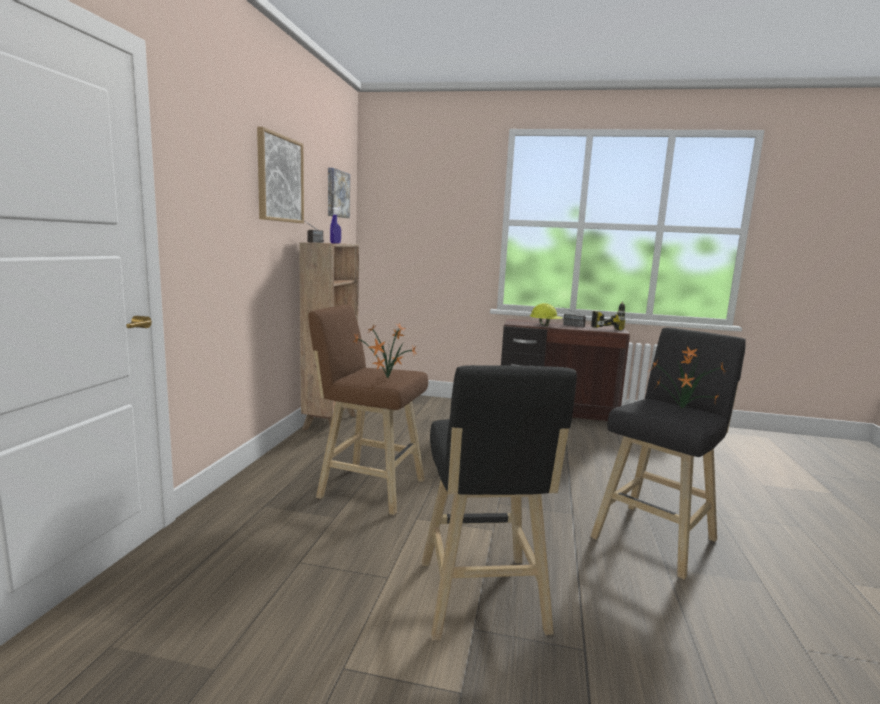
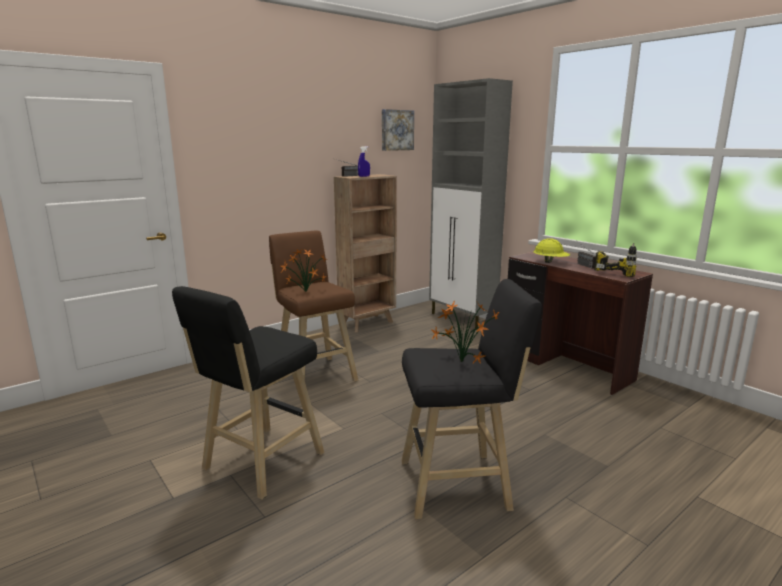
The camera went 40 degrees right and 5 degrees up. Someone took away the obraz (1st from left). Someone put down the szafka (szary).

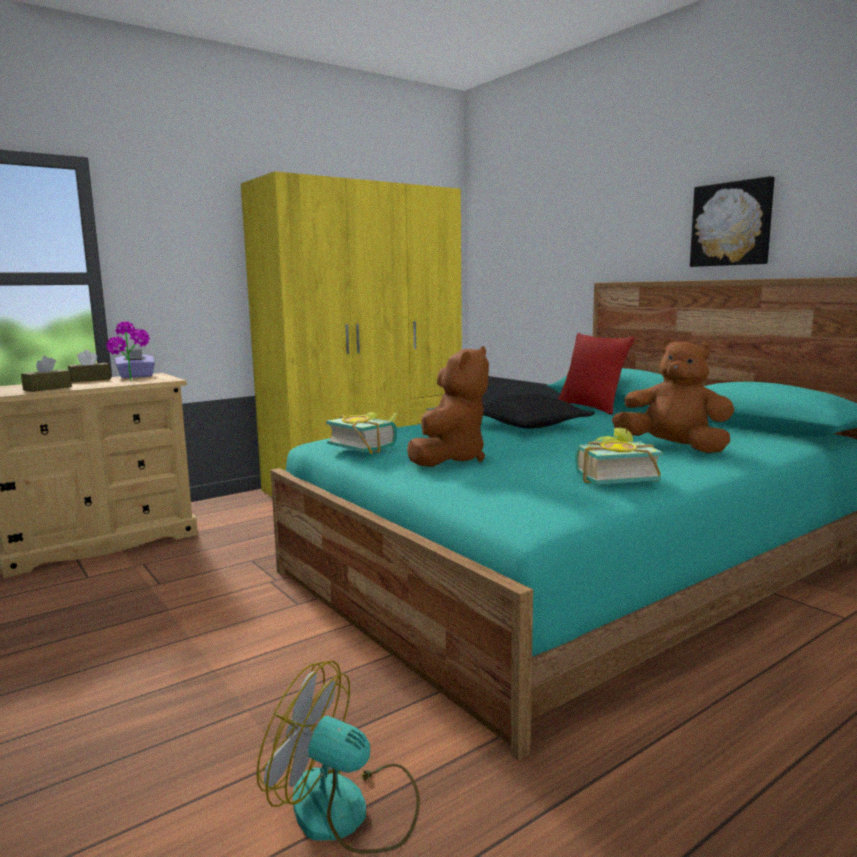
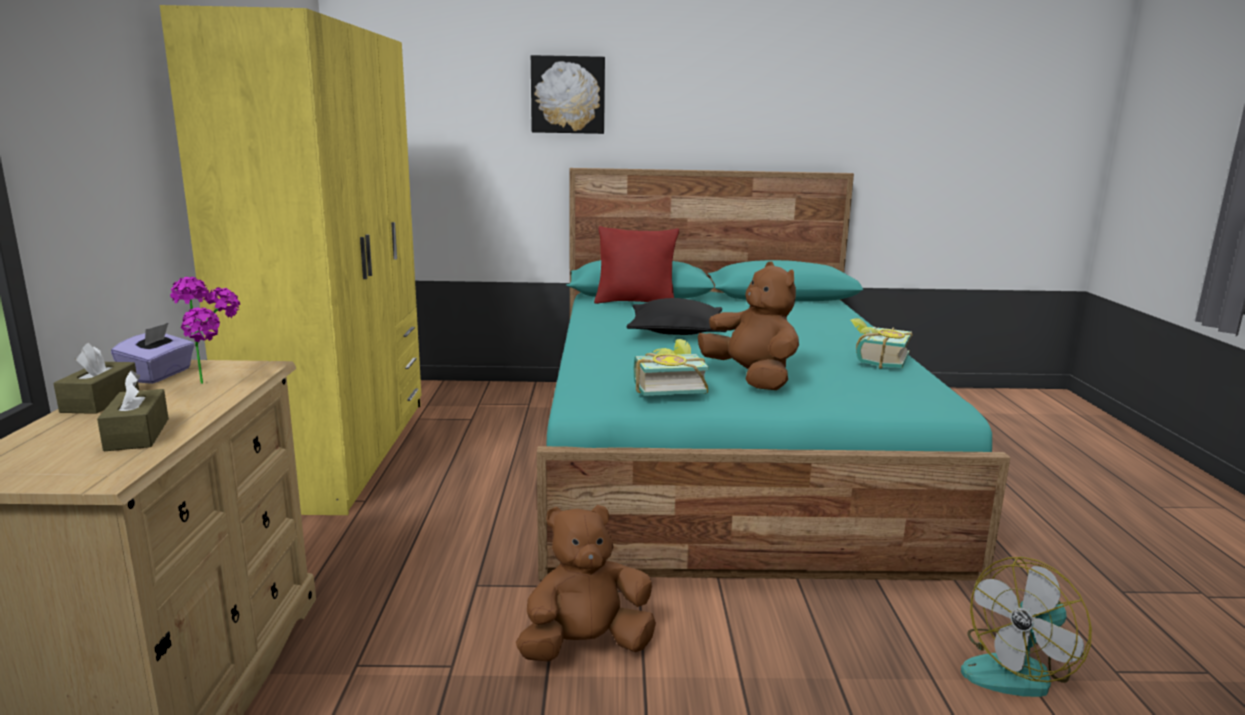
The camera went 55 degrees left and 5 degrees up. Someone carried the obraz. Someone carried the pluszak (brązowy) (2nd from left in the first image).

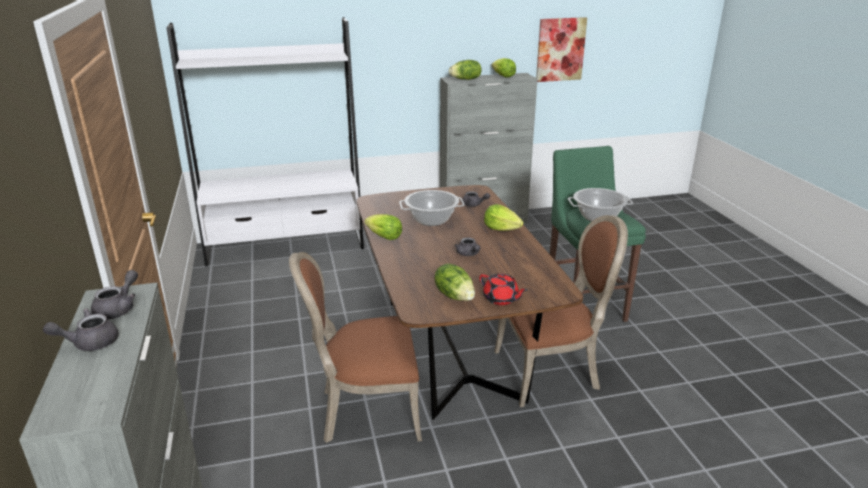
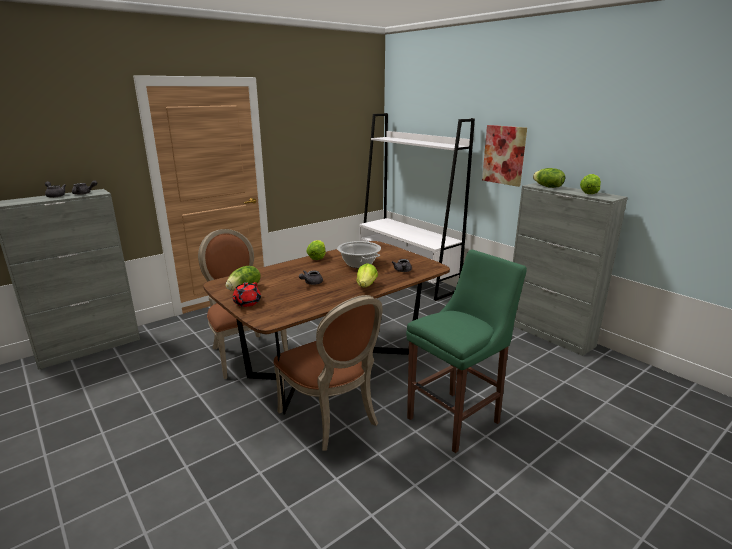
The camera went 65 degrees right and 5 degrees down. Someone carried the obraz. Someone took away the garnek (2nd from left).

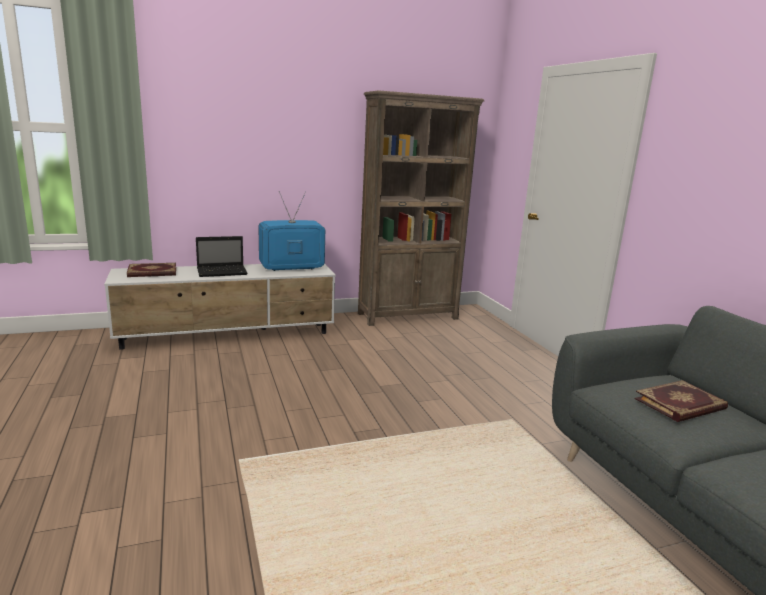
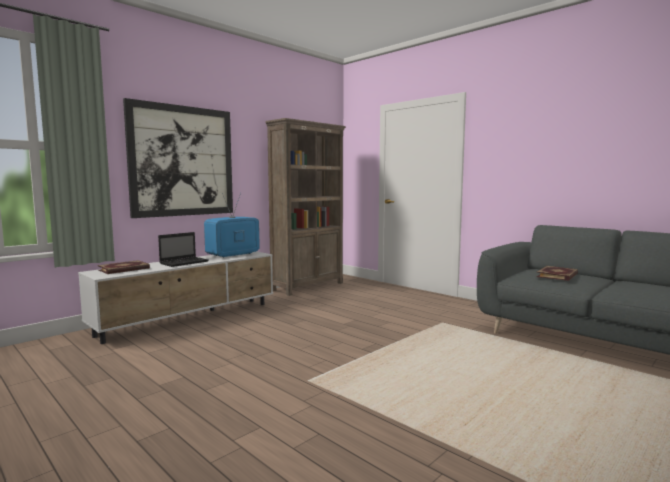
The camera went 25 degrees left and 10 degrees down. Someone put up the obraz.

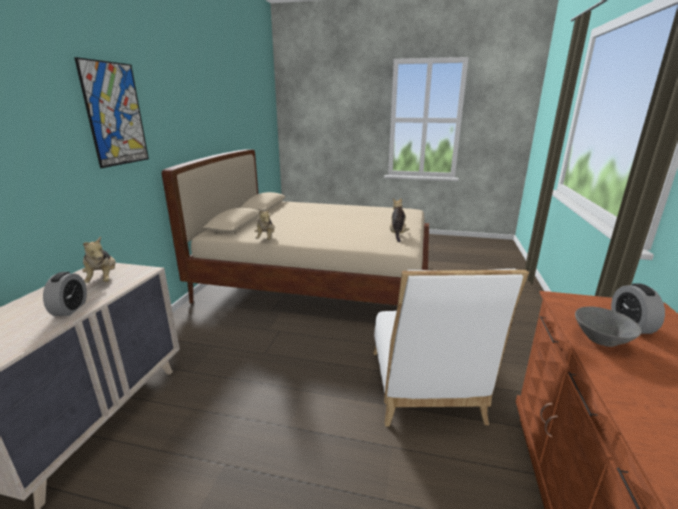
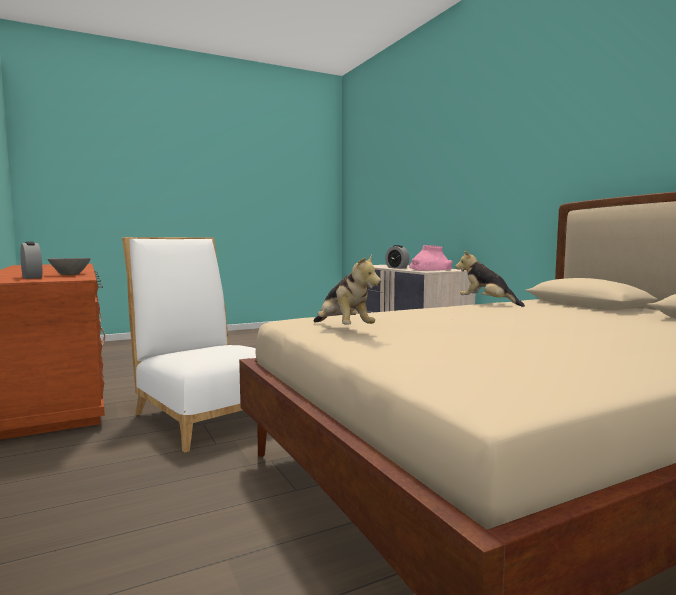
The camera went 140 degrees right and 15 degrees down. Someone took away the obraz. Someone swapped the pluszak (1st from left) for the wazon (różowy).

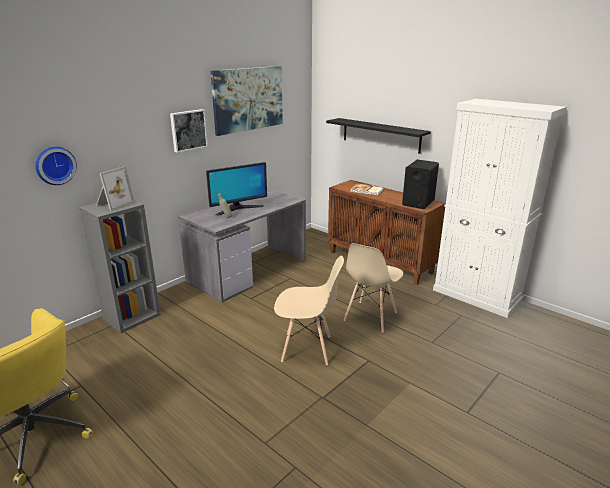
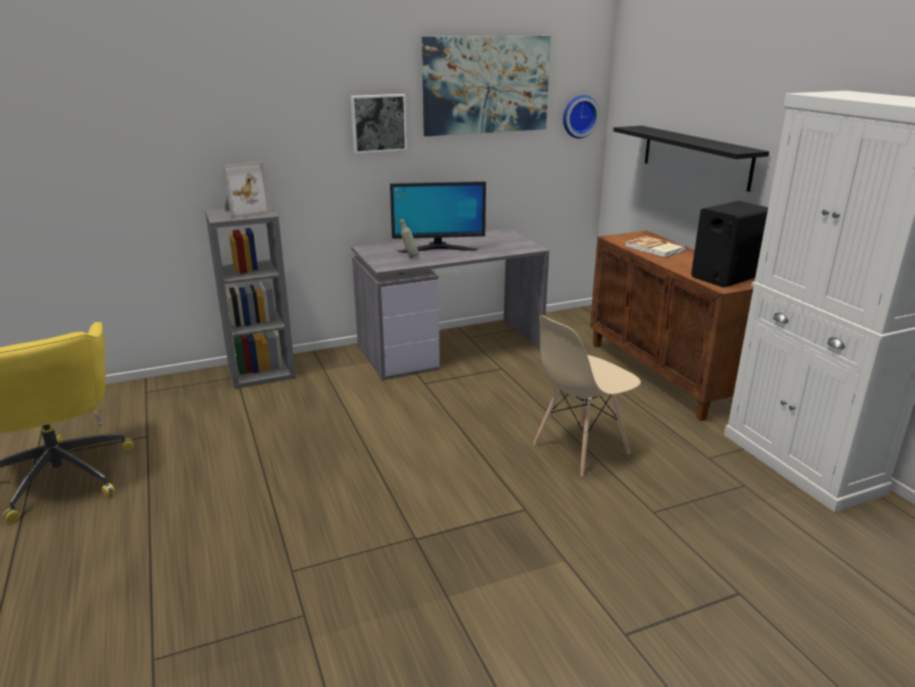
The camera went 25 degrees right and 0 degrees up. Someone carried the zegar ścienny. Someone took away the krzesło (beżowy) (1st from left).

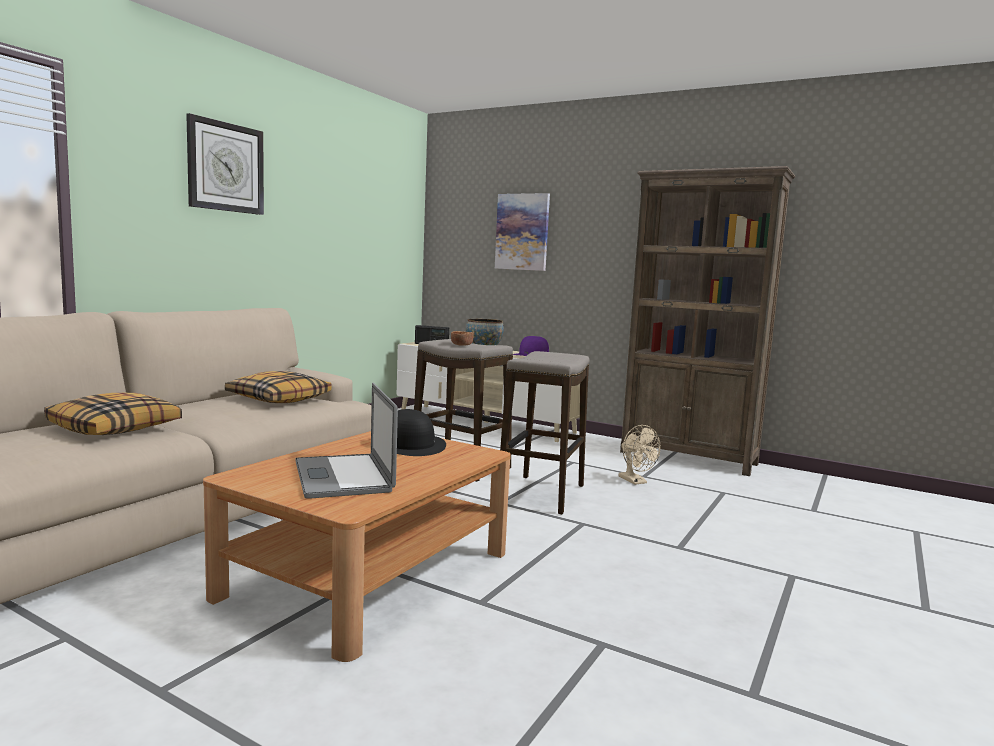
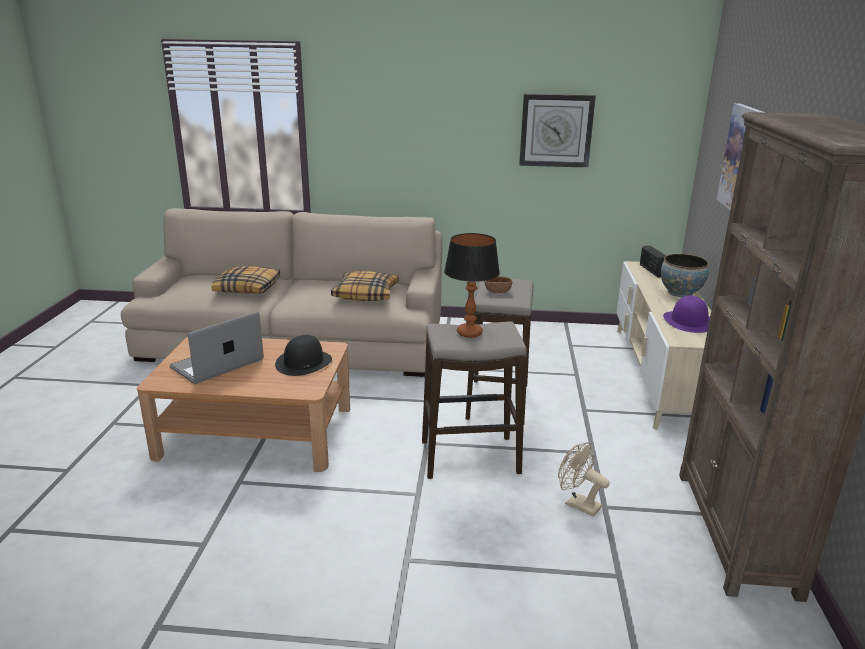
The camera went 65 degrees right and 15 degrees up. Someone carried the zegar ścienny. Someone rotated the wentylator (beżowy) by 90 degrees clockwise. Someone put down the lampa stołowa.

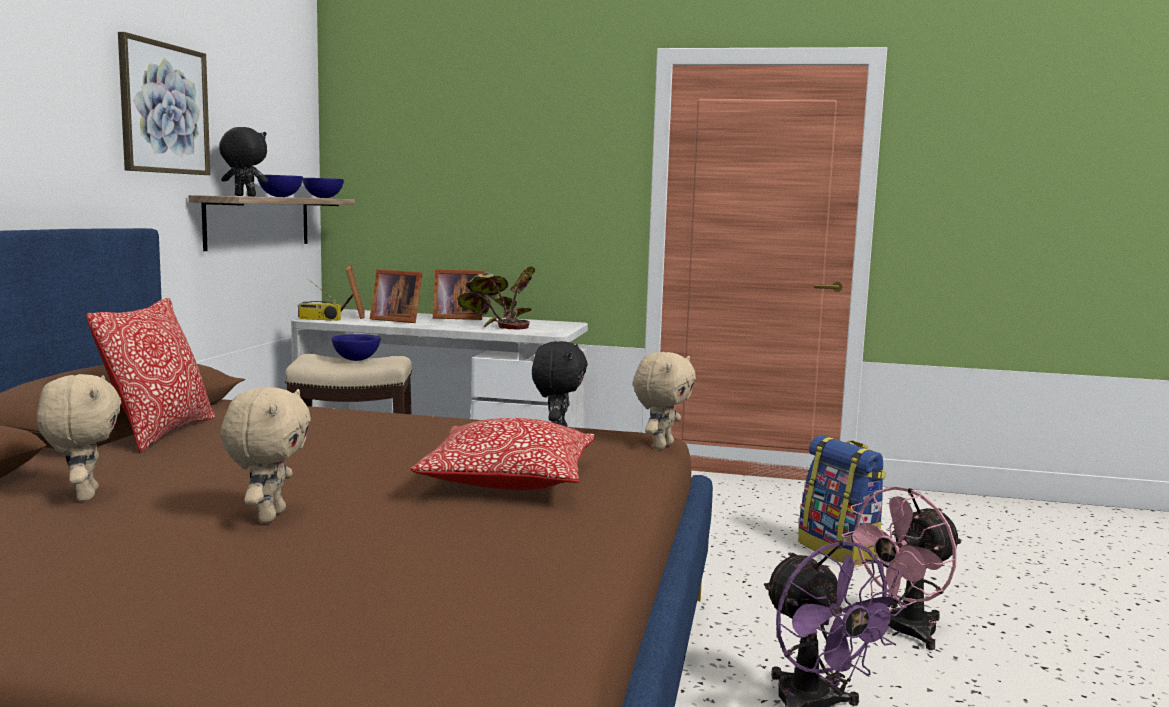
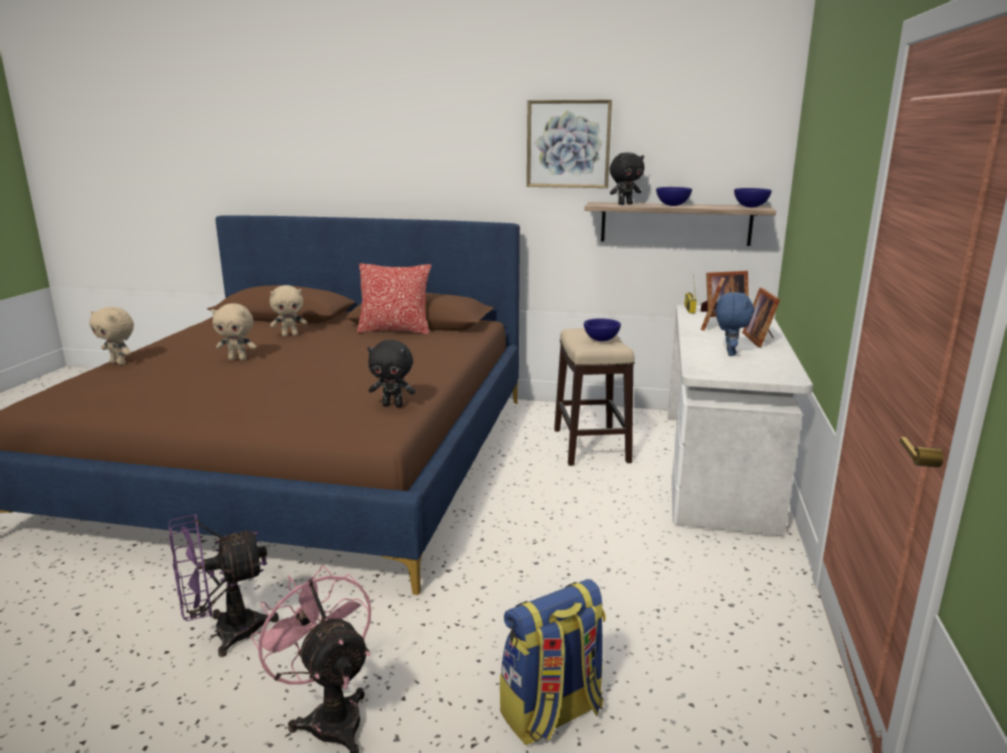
The camera went 90 degrees right and 10 degrees up. Someone rotated the pluszak (czarny) (1st from left in the first image) by 60 degrees clockwise. Someone swapped the roślina doniczkowa for the pluszak (niebieski). Someone carried the pluszak (beżowy) (3rd from left in the first image). Someone took away the poduszka (2nd from left).

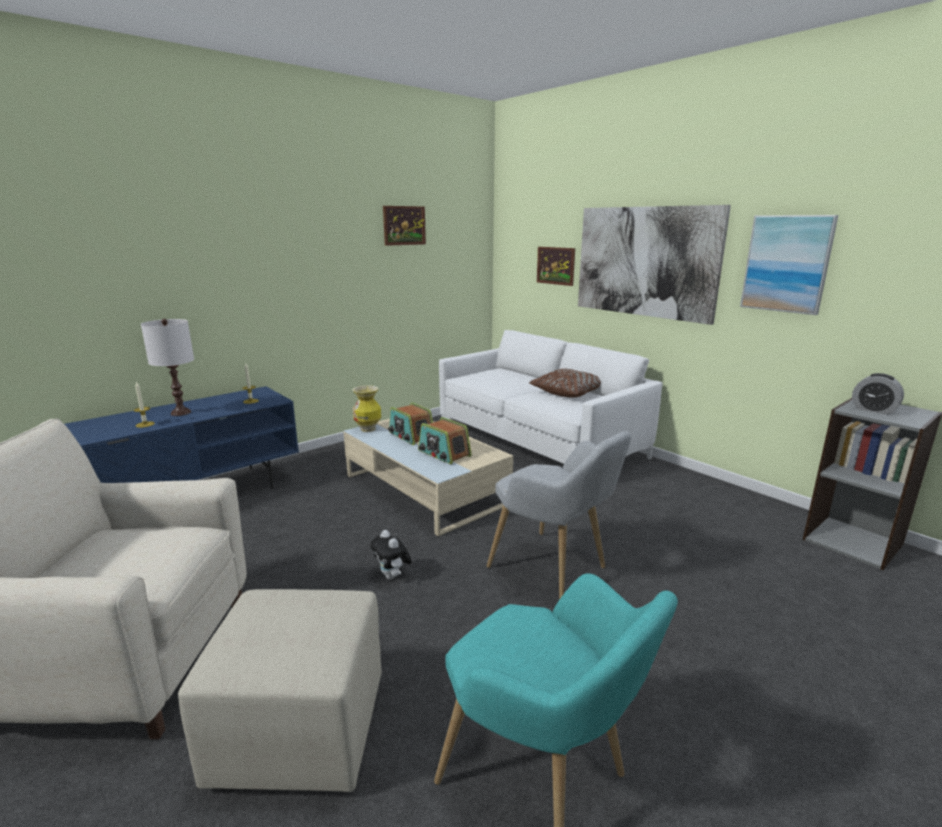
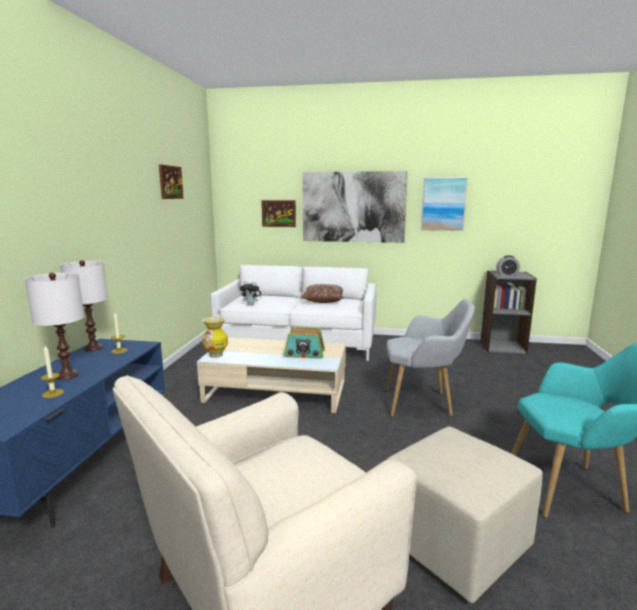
The camera went 40 degrees left and 5 degrees down. Someone took away the radio (1st from left). Someone carried the pluszak. Someone put down the lampa stołowa (biały) (2nd from left).

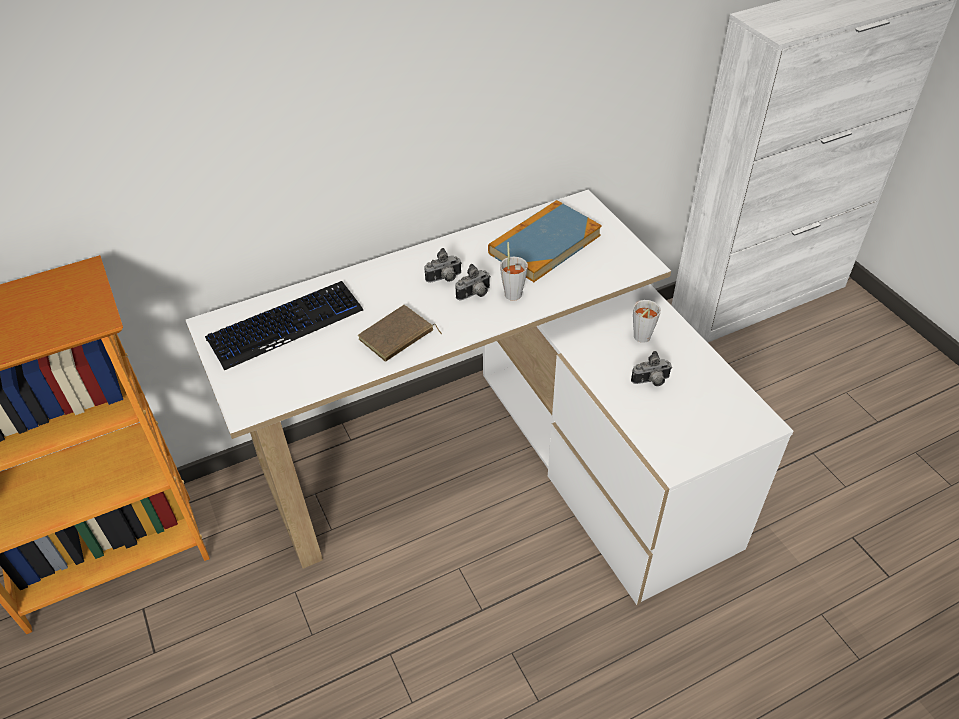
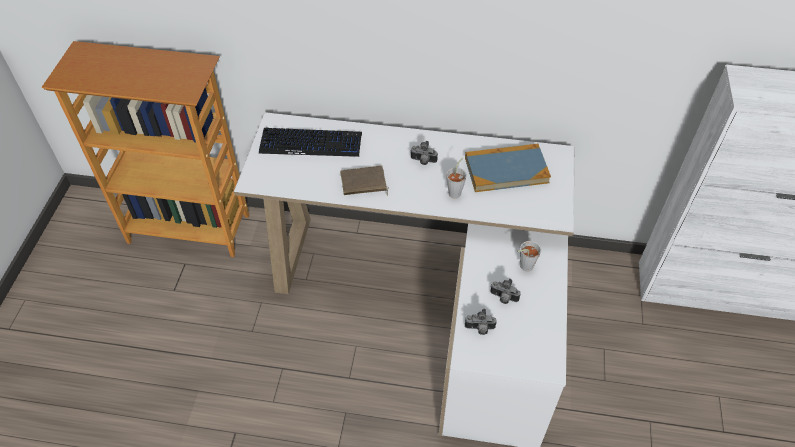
The camera went 35 degrees right and 5 degrees up. Someone carried the aparat fotograficzny (2nd from left).

